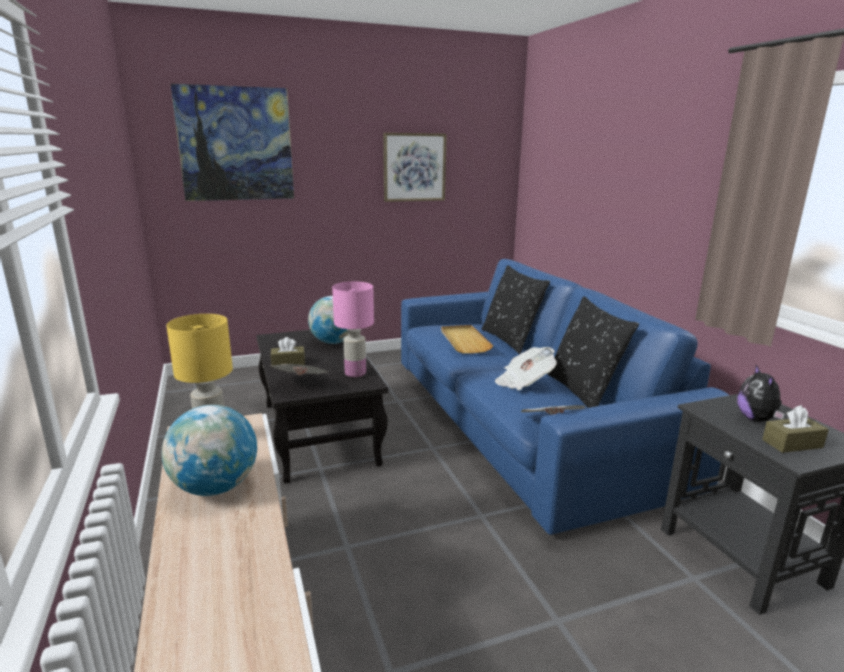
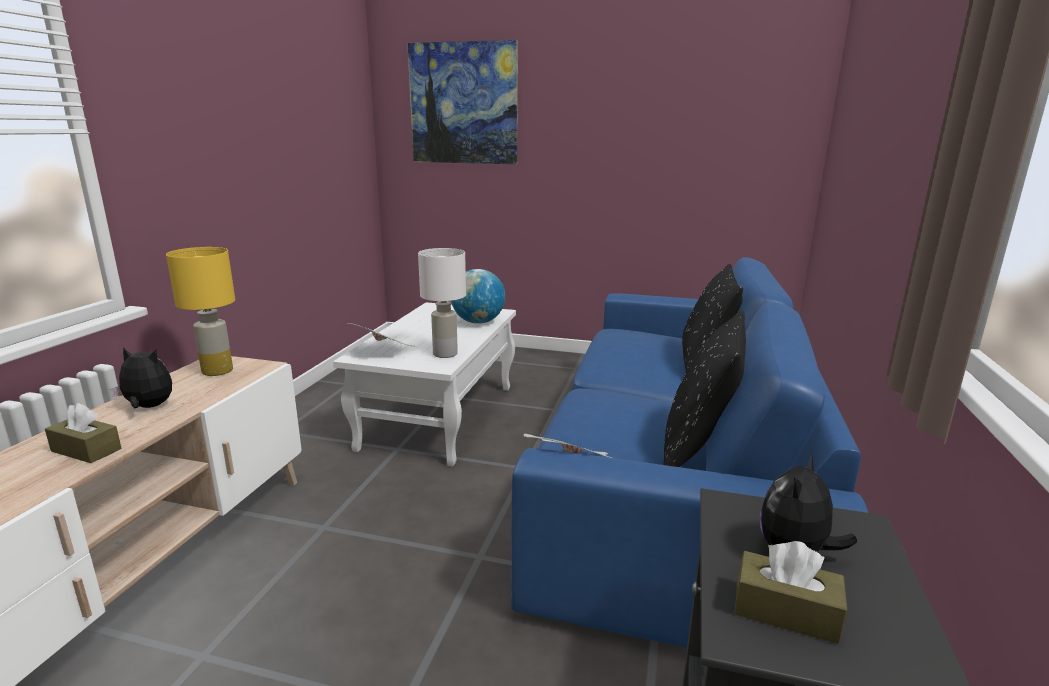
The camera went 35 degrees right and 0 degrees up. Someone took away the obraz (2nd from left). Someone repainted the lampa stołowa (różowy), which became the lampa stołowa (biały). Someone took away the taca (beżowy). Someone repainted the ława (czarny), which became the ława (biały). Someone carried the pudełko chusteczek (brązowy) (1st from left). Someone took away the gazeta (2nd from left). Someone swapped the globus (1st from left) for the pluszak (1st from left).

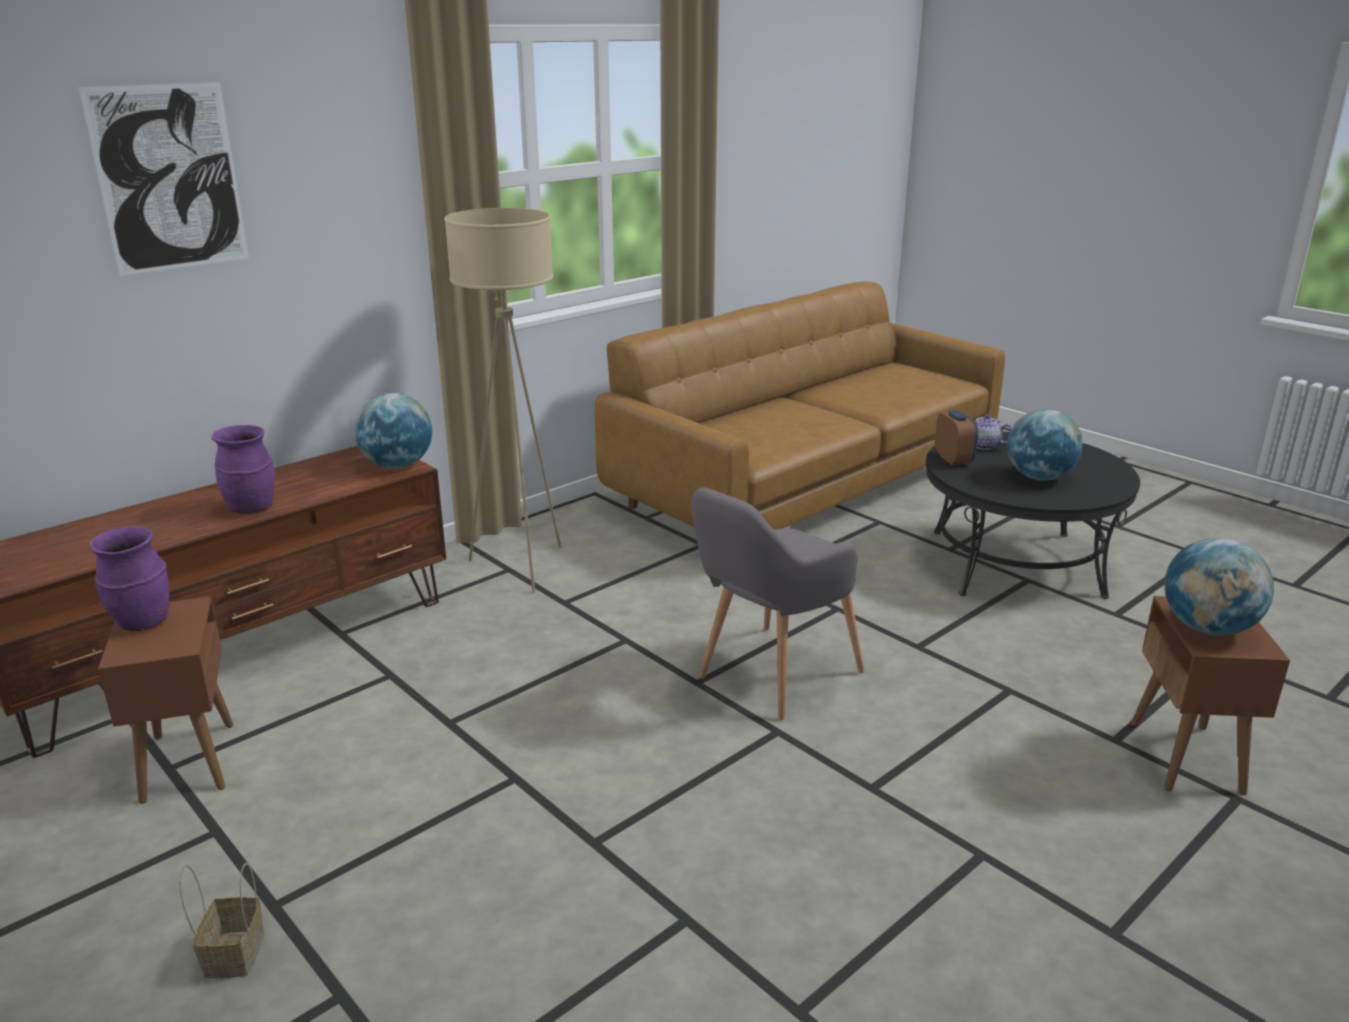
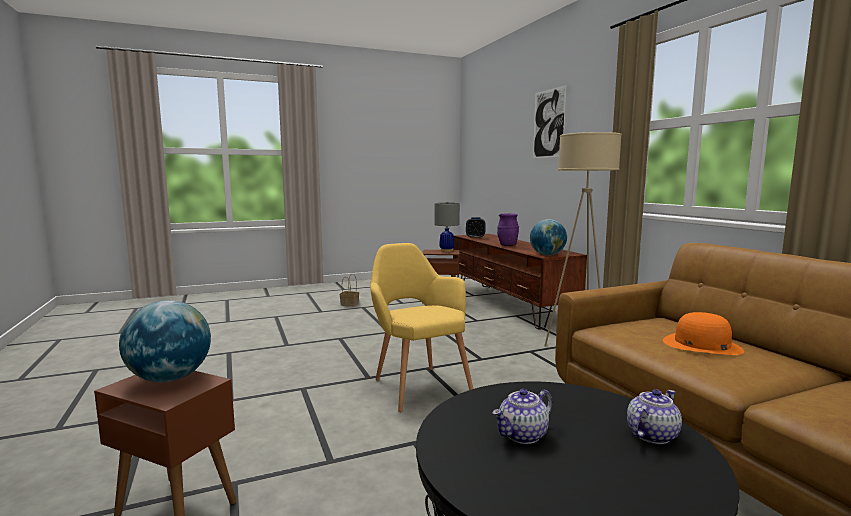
The camera went 110 degrees right and 15 degrees down. Someone swapped the globus (2nd from left) for the imbryk (1st from left). Someone carried the budzik. Someone repainted the fotel (szary), which became the fotel (żółty). Someone swapped the wazon (fioletowy) (1st from left) for the lampa stołowa (szary). Someone put down the kapelusz (pomarańczowy).

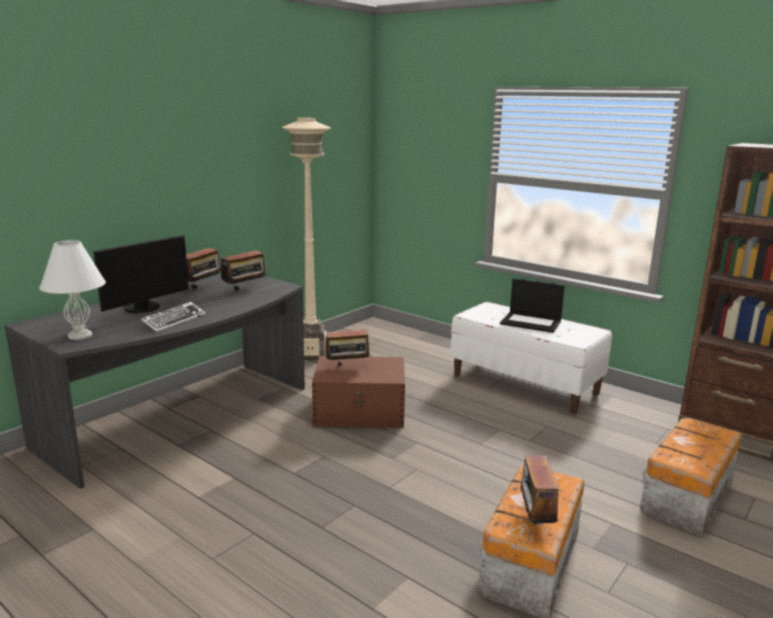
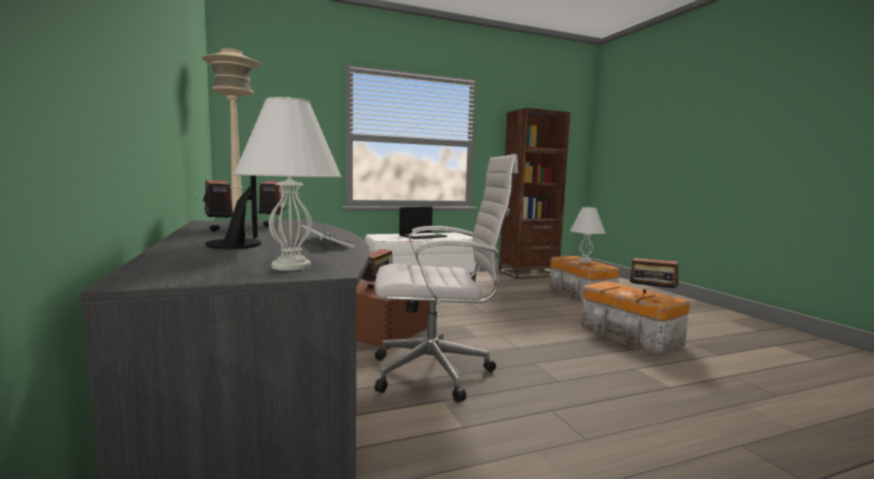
The camera went 60 degrees left and 10 degrees down. Someone put down the krzesło biurowe (biały). Someone put down the lampa stołowa (biały) (2nd from left).

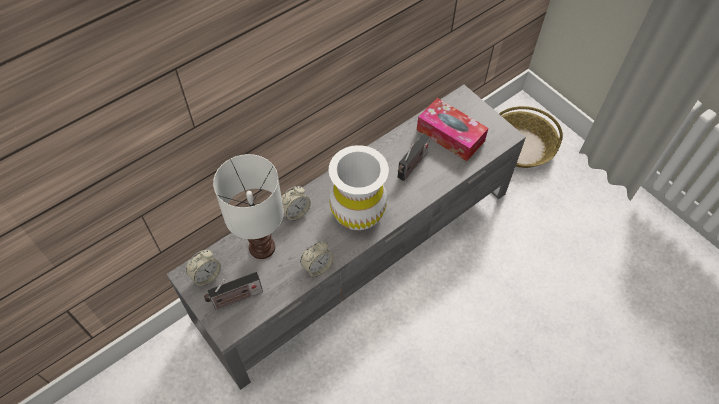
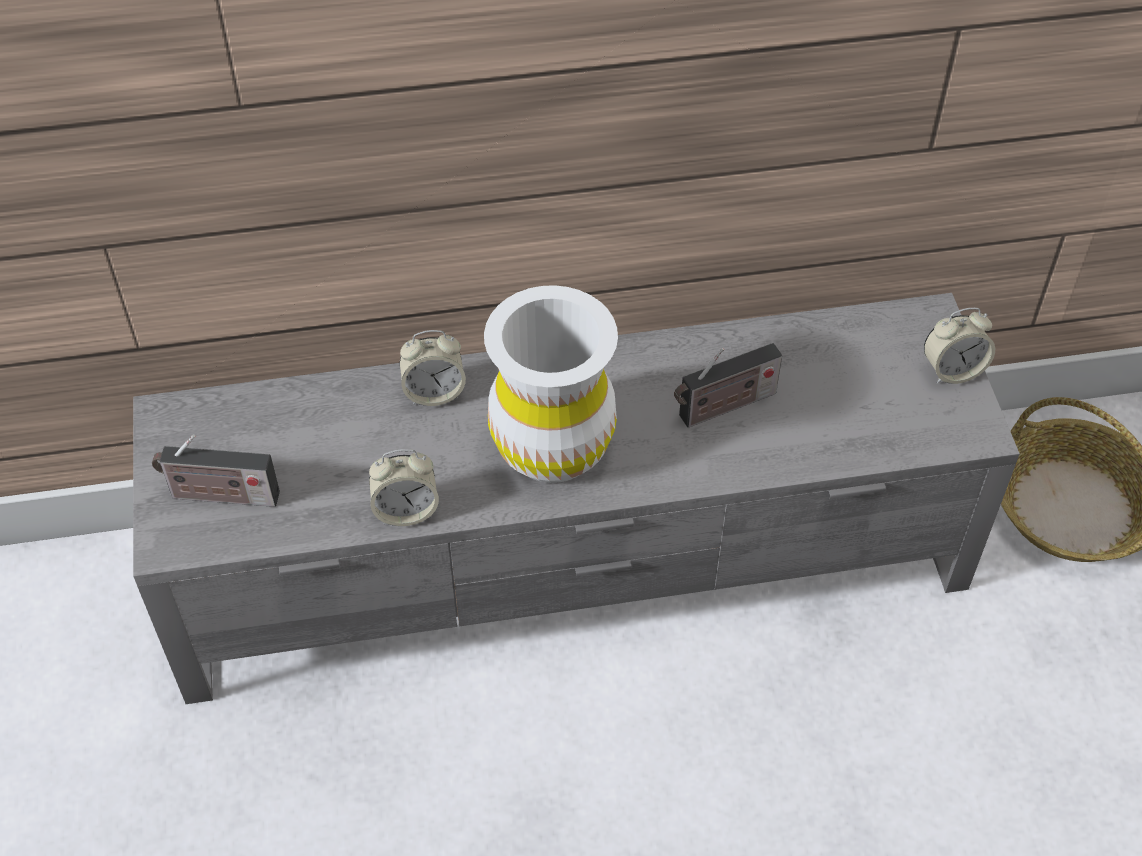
The camera went 30 degrees right and 5 degrees down. Someone took away the pudełko chusteczek. Someone took away the lampa stołowa (biały). Someone carried the budzik (1st from left in the first image).

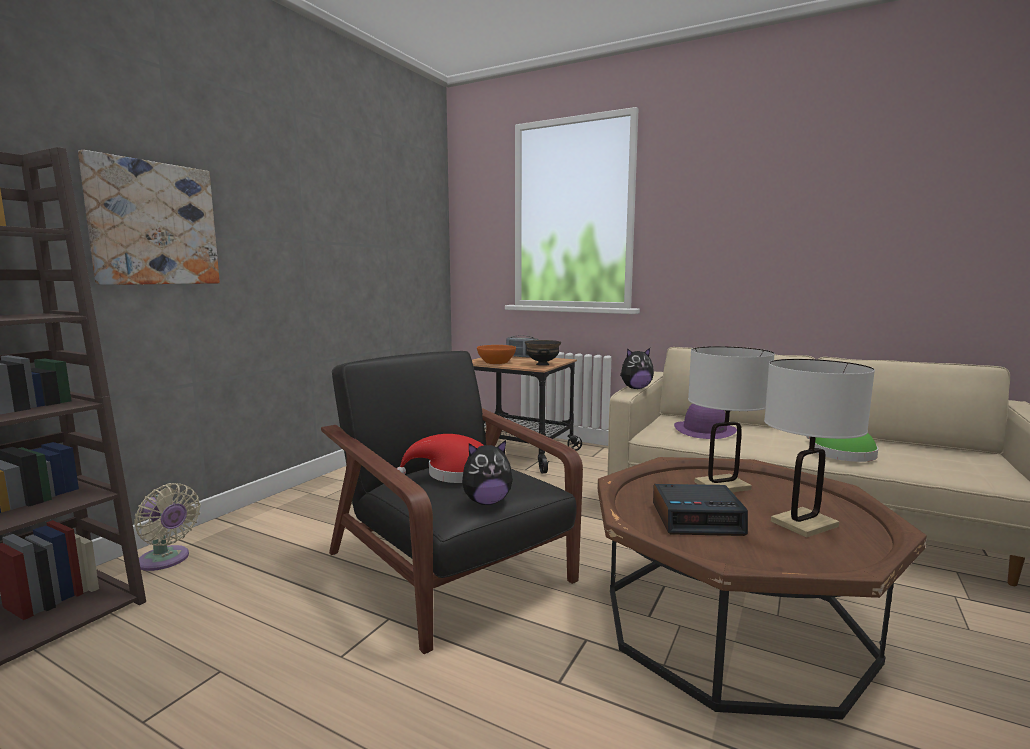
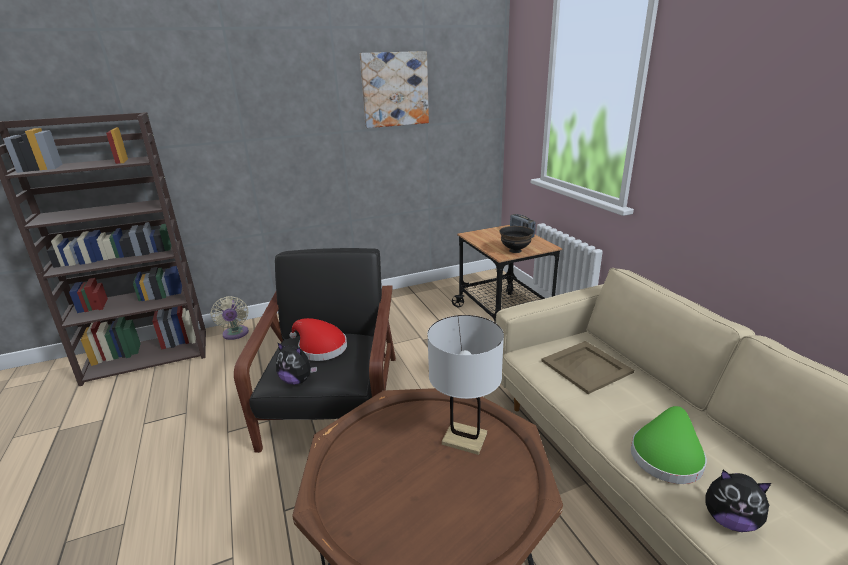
The camera went 40 degrees right and 15 degrees up. Someone carried the obraz. Someone took away the miska (pomarańczowy). Someone carried the pluszak (2nd from left). Someone took away the lampa stołowa (biały) (2nd from left). Someone swapped the kapelusz (fioletowy) for the taca (beżowy). Someone took away the budzik.

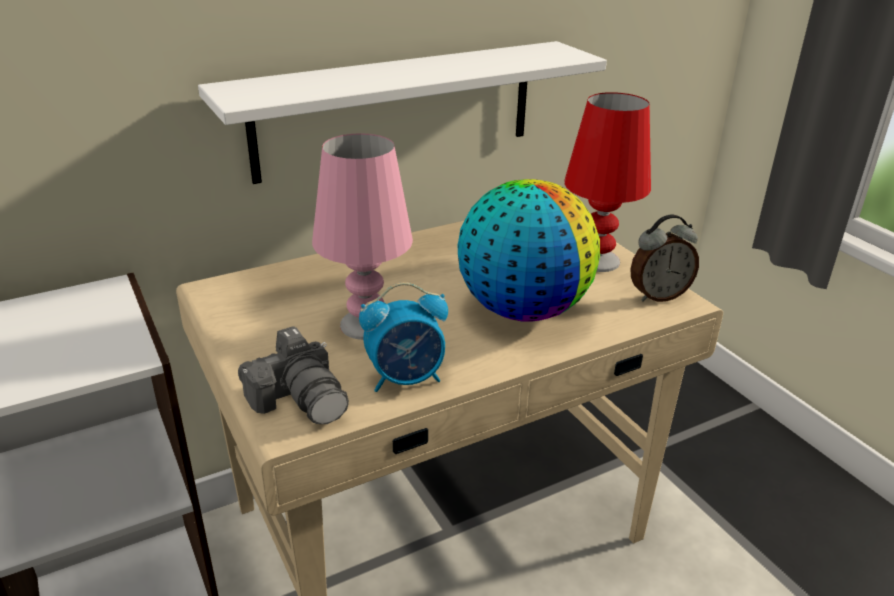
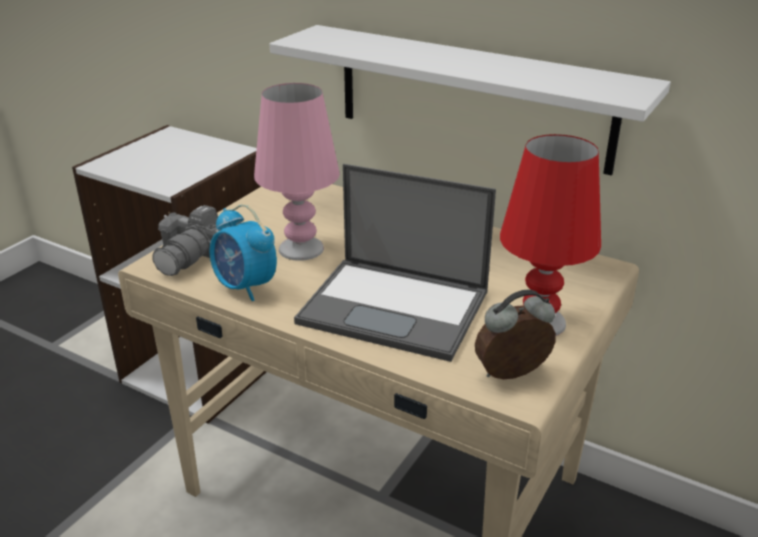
The camera went 60 degrees right and 0 degrees up. Someone swapped the globus for the laptop. Someone rotated the budzik (2nd from left) by 120 degrees clockwise.

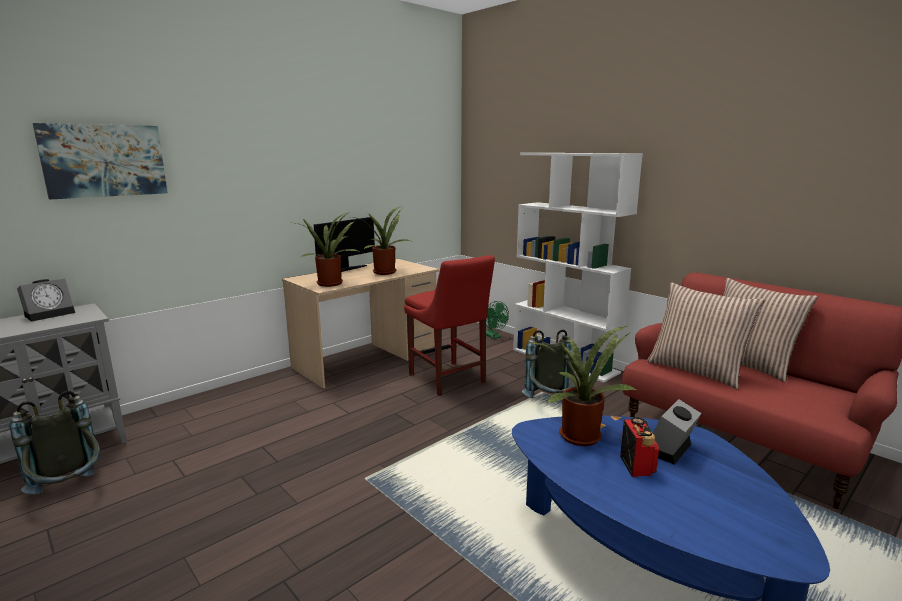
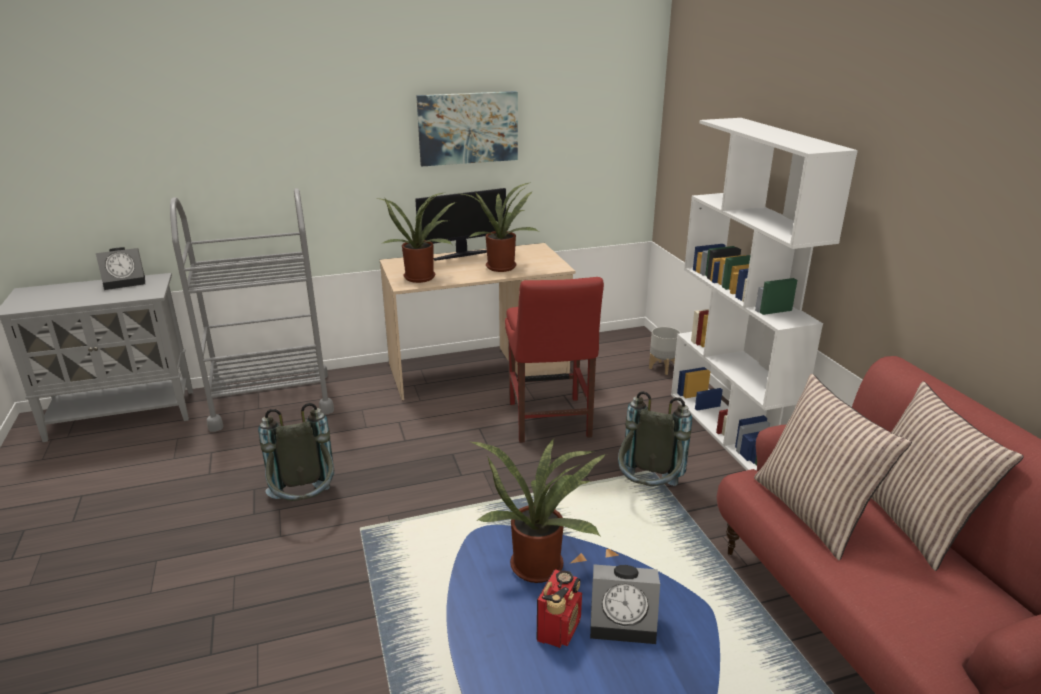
The camera went 25 degrees right and 10 degrees up. Someone carried the obraz. Someone swapped the wentylator (zielony) for the donica (szary). Someone carried the plecak (szary) (1st from left). Someone rotated the budzik (2nd from left) by 150 degrees counterclockwise. Someone put down the wózek (szary).

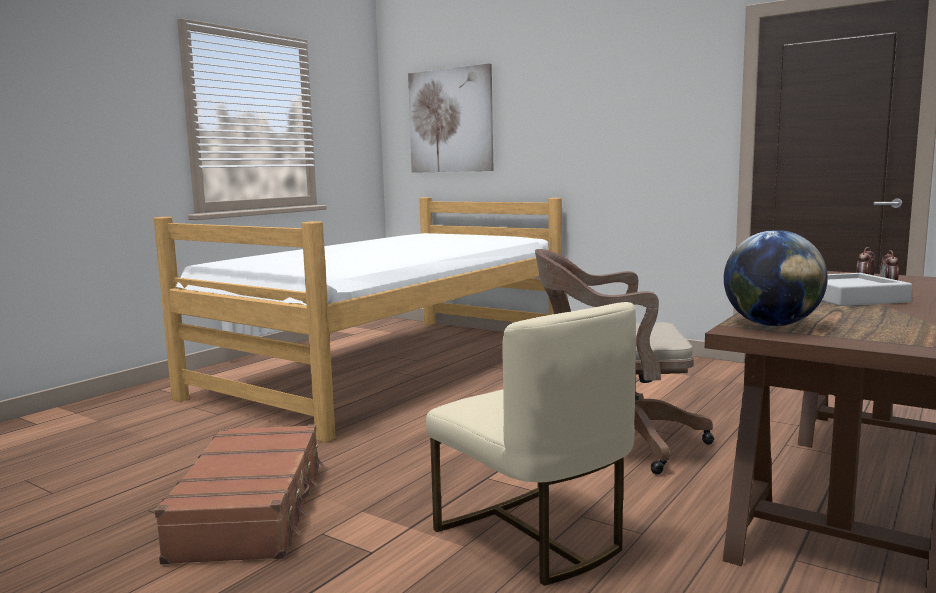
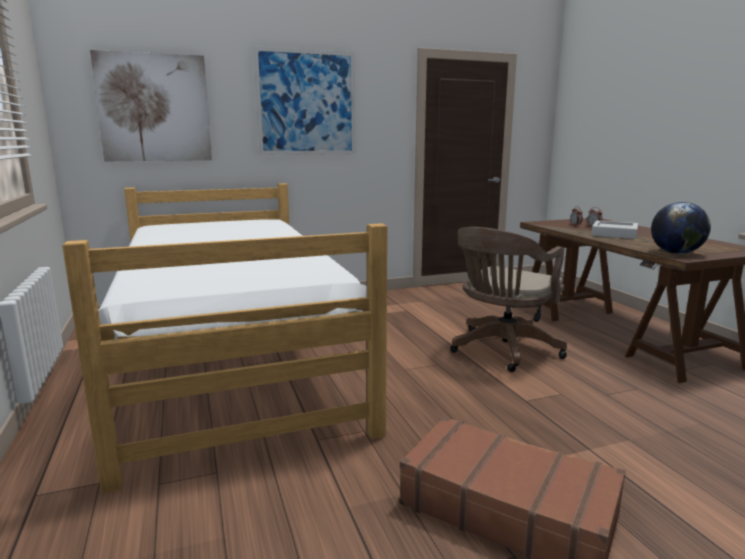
The camera went 55 degrees left and 5 degrees up. Someone took away the krzesło (beżowy). Someone put up the obraz (2nd from left).

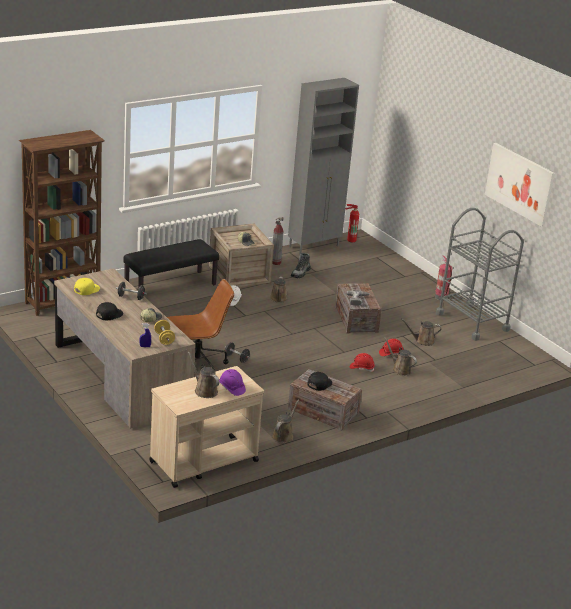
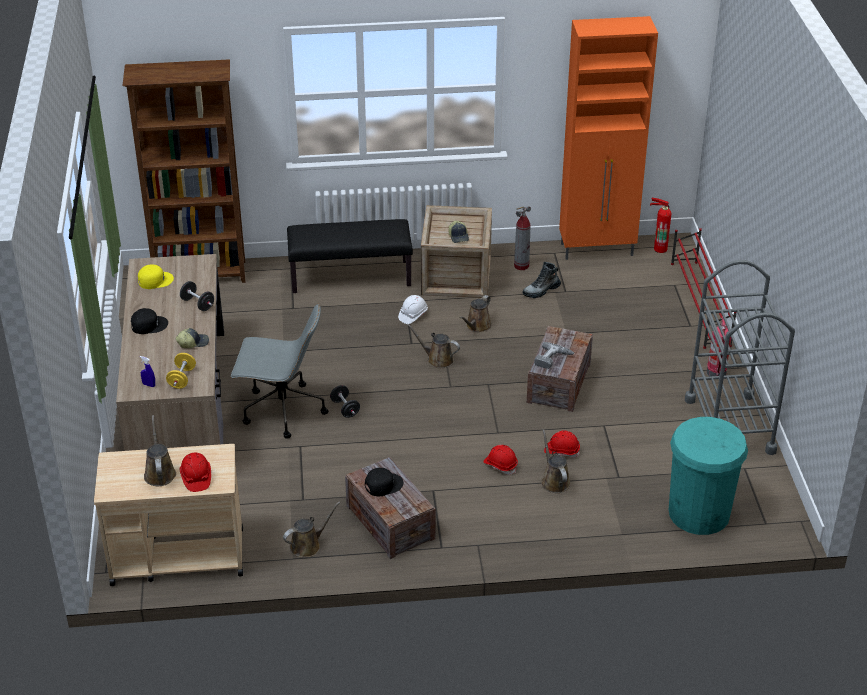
The camera went 30 degrees right and 10 degrees up. Someone repainted the szafka (szary), which became the szafka (pomarańczowy). Someone took away the obraz. Someone repainted the krzesło biurowe (brązowy), which became the krzesło biurowe (szary). Someone carried the konewka (brązowy) (5th from left in the first image). Someone repainted the kask (fioletowy), which became the kask (czerwony) (1st from left). Someone put down the regał na buty (czerwony). Someone put down the kosz na śmieci (turkusowy).

